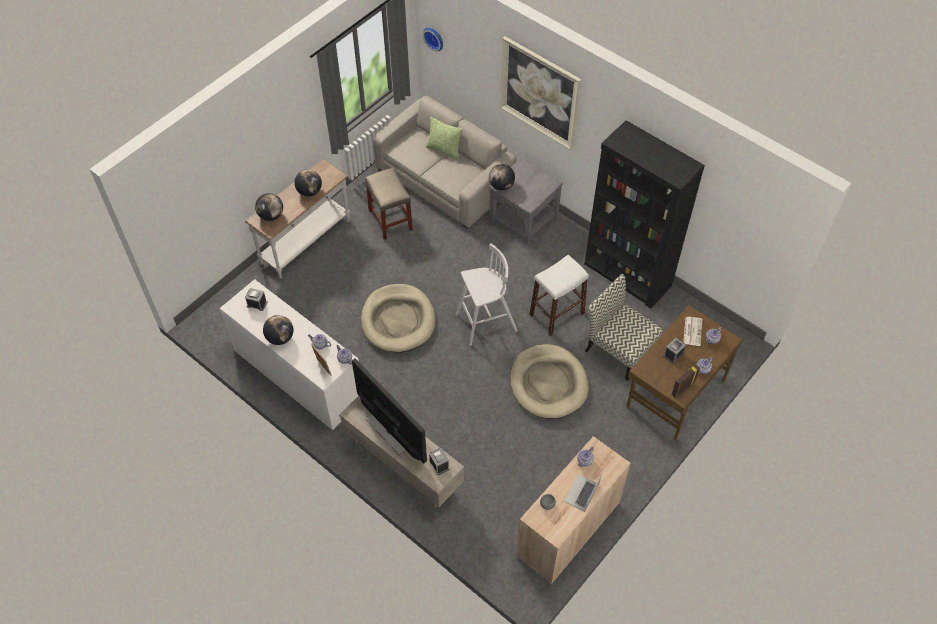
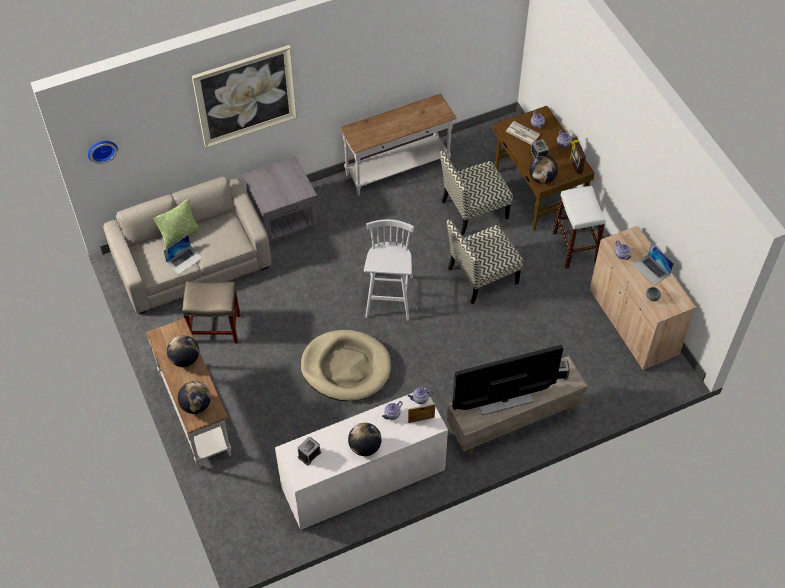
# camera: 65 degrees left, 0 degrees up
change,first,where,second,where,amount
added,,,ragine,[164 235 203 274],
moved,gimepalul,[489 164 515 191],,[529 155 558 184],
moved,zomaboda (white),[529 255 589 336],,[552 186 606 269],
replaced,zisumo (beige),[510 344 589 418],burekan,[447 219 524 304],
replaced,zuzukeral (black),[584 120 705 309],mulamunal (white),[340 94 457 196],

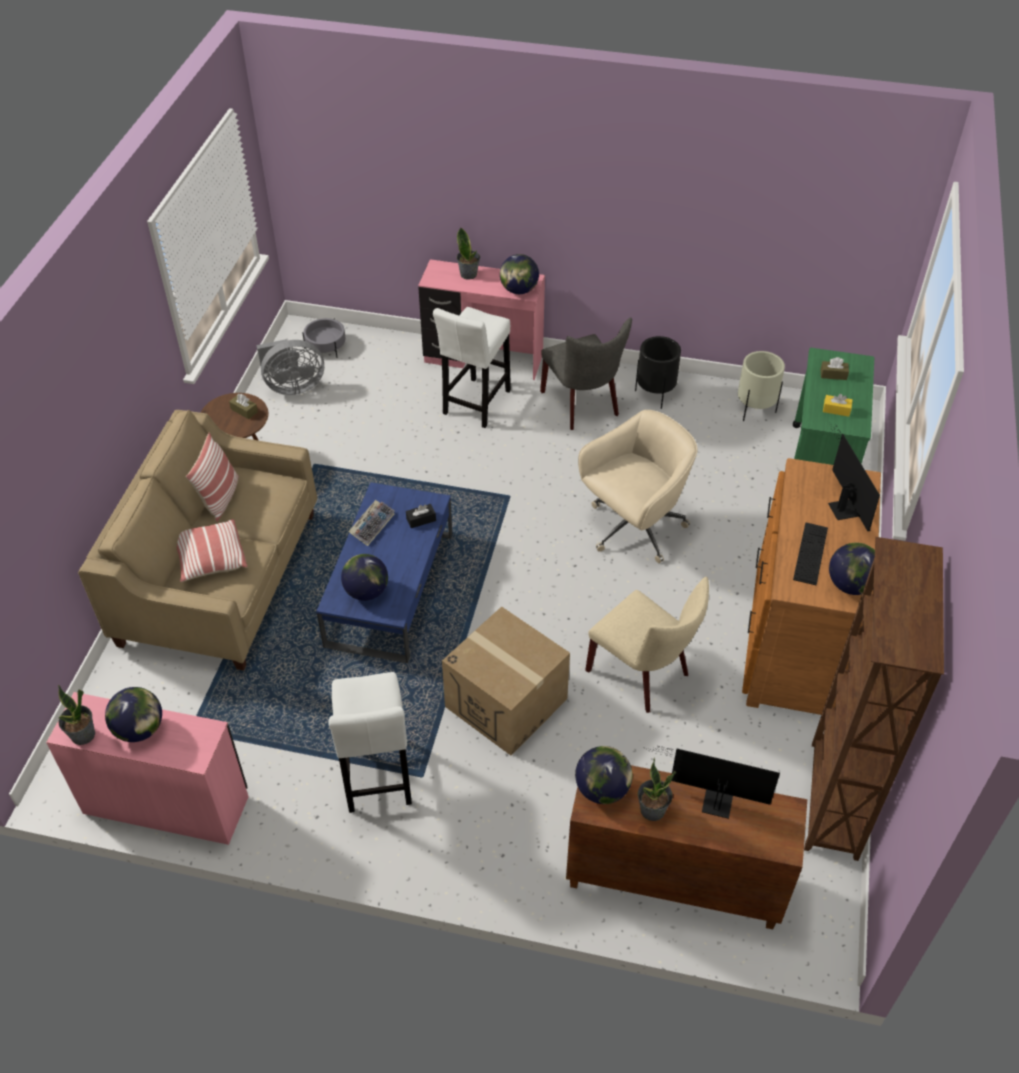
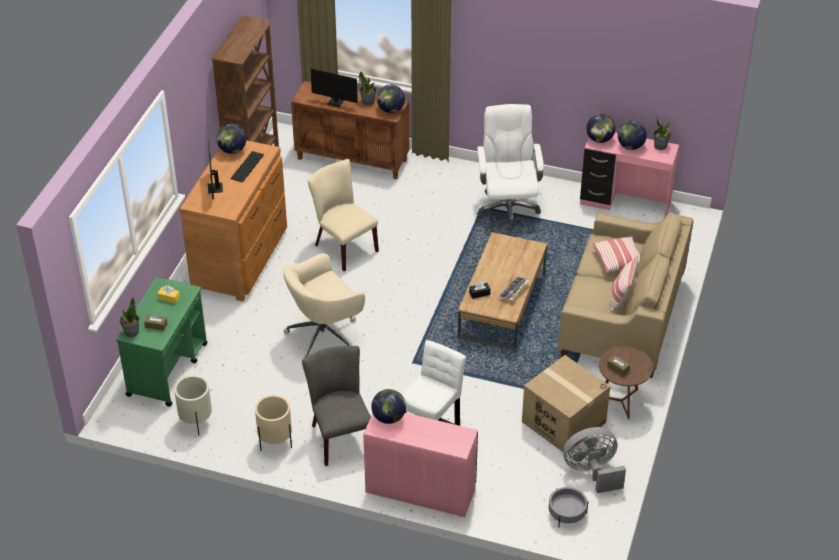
# camera: 175 degrees left, 5 degrees down
change,first,where,second,where,amount
moved,gimepalul,[341 554 388 601],,[587 114 615 143],
moved,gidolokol,[442 607 570 755],,[522 355 610 454],
moved,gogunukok,[457 227 480 280],,[119 298 139 337],
replaced,zomaboda (white),[328 672 412 813],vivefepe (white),[477 104 544 230],
recoloured,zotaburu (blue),[317 482 452 663],zotaburu (brown),[458 232 547 351],
recoloured,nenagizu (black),[635 336 681 409],nenagizu (beige),[255 395 292 451],

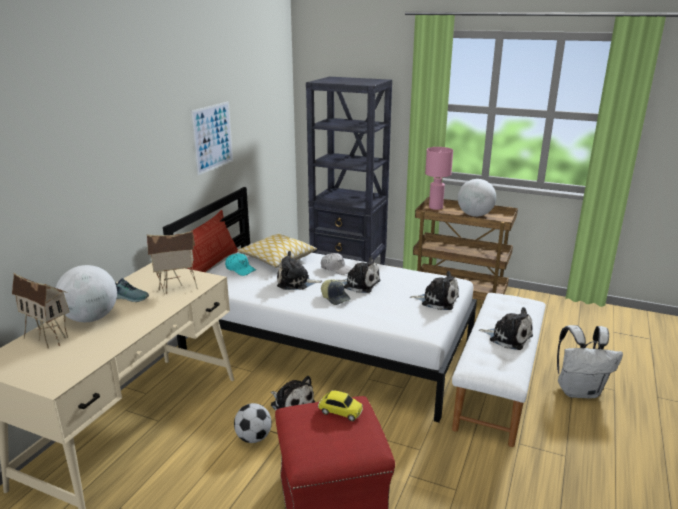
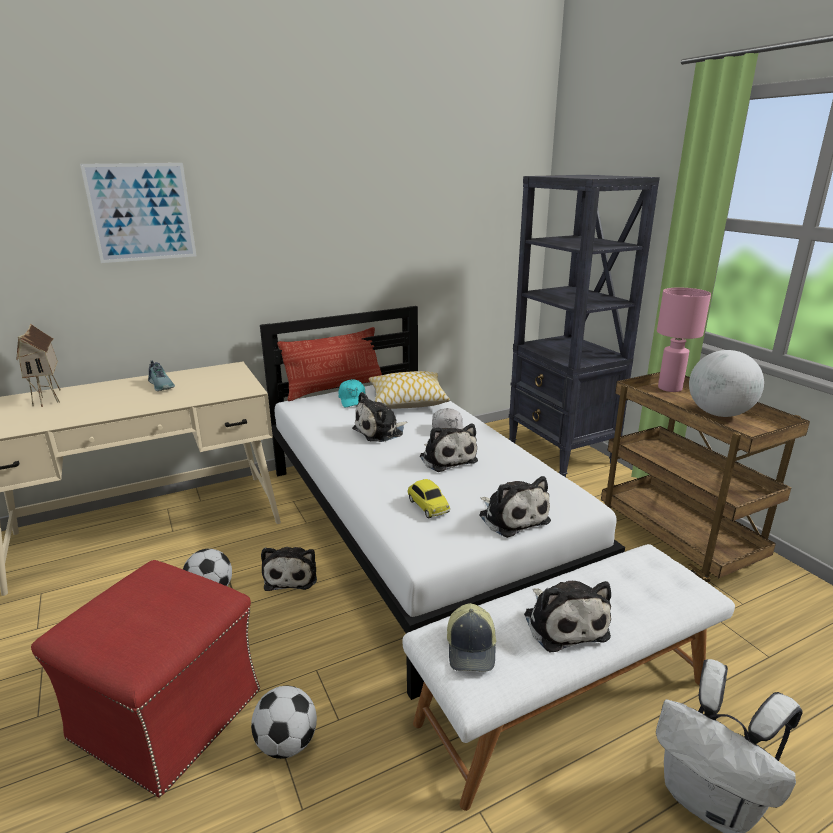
# camera: 40 degrees right, 0 degrees up
change,first,where,second,where,amount
removed,gimepalul,[56 265 117 322],,,
removed,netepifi,[146 231 198 295],,,
added,,,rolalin,[251 686 317 759],
moved,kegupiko,[191 101 233 175],,[80 163 197 263],
moved,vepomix,[318 390 363 421],,[407 479 450 519],
moved,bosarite,[321 279 351 305],,[447 603 496 672],
turned,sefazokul,[277 251 322 290],,[352 392 408 442],75 degrees counterclockwise

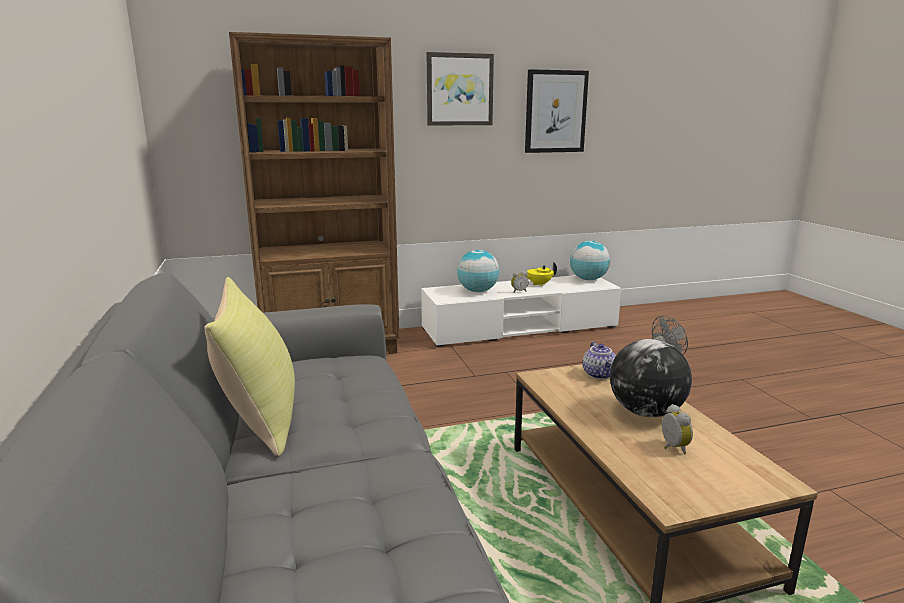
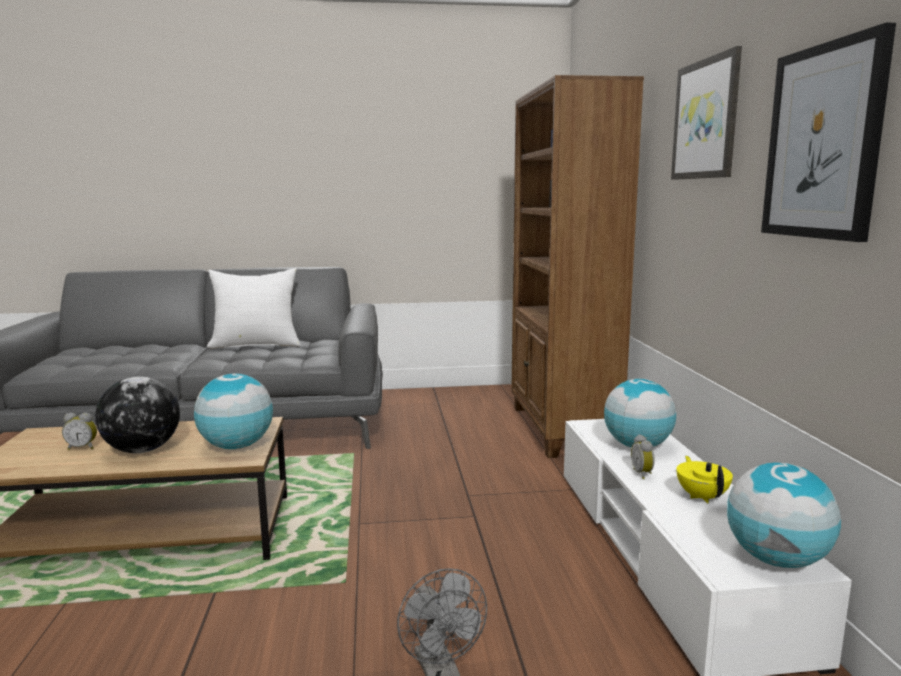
# camera: 100 degrees right, 5 degrees down
change,first,where,second,where,amount
replaced,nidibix,[583 342 616 379],gimepalul,[194 373 273 449],
recoloured,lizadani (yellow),[204 277 295 456],lizadani (white),[207 268 301 349],

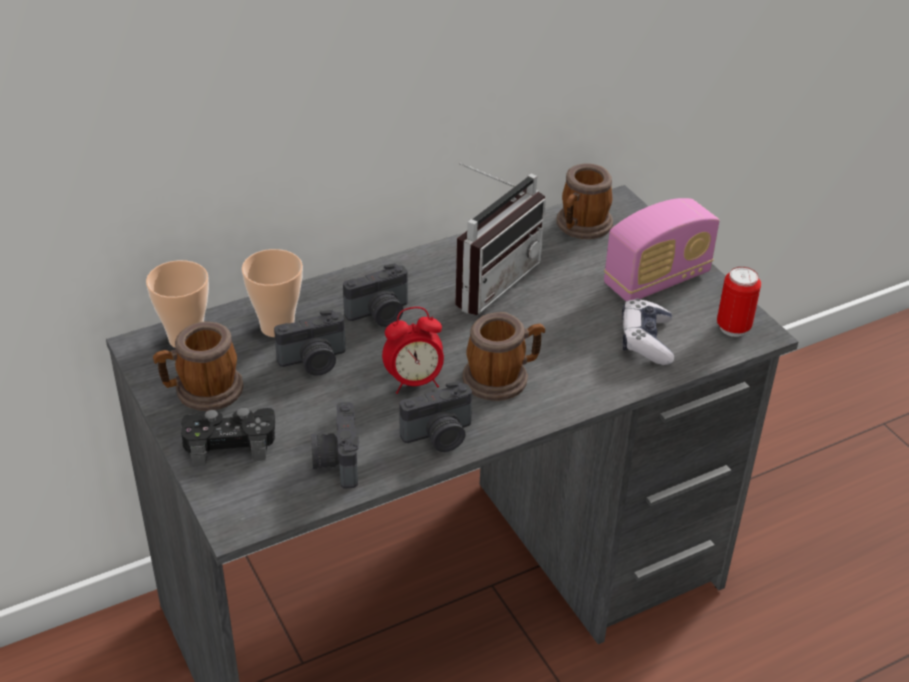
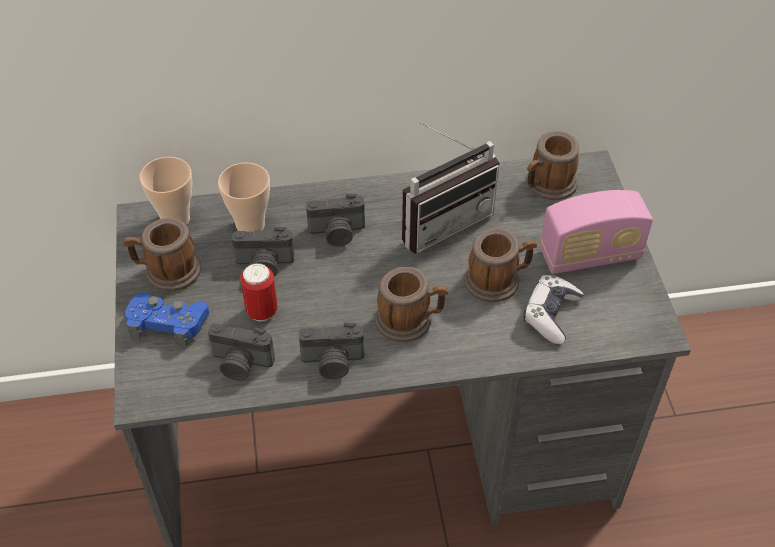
# camera: 20 degrees right, 10 degrees up
change,first,where,second,where,amount
removed,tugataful,[382 307 444 394],,,
added,,,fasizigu,[464 228 537 303],
moved,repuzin,[717 267 761 337],,[240 263 278 321],
recoloured,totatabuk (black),[181 408 275 466],totatabuk (blue),[125 292 209 348],
turned,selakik,[311 402 359 489],,[208 323 275 381],90 degrees counterclockwise

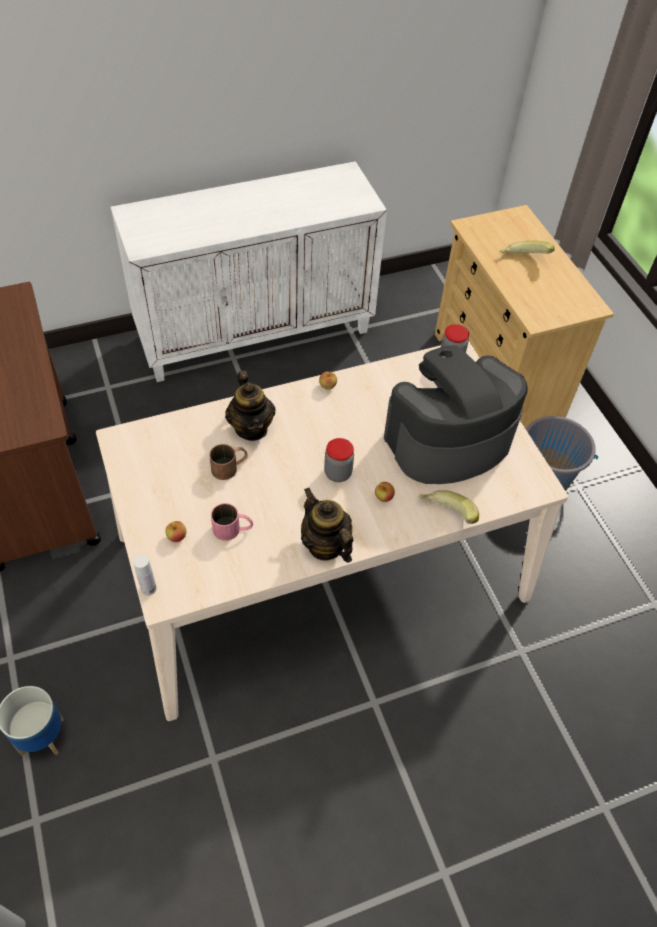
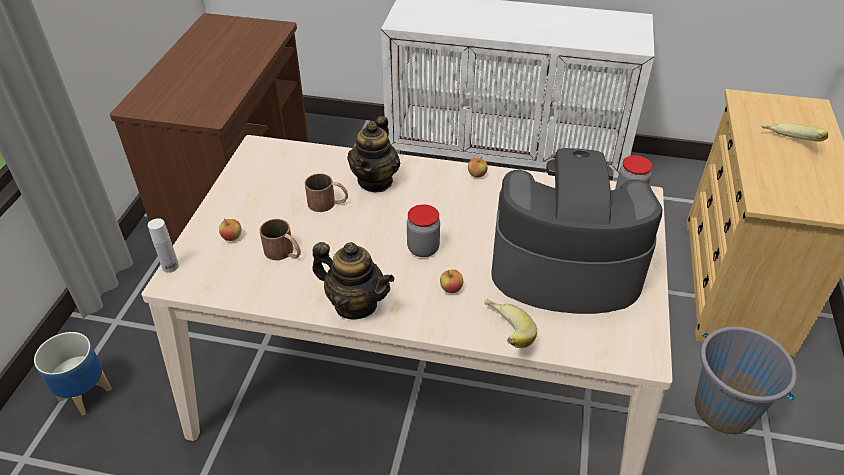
# camera: 35 degrees right, 10 degrees down
change,first,where,second,where,amount
recoloured,fasizigu (pink),[211 503 253 541],fasizigu (brown),[259 219 301 260],
turned,nidibix,[301 488 353 563],,[312 242 394 320],120 degrees clockwise

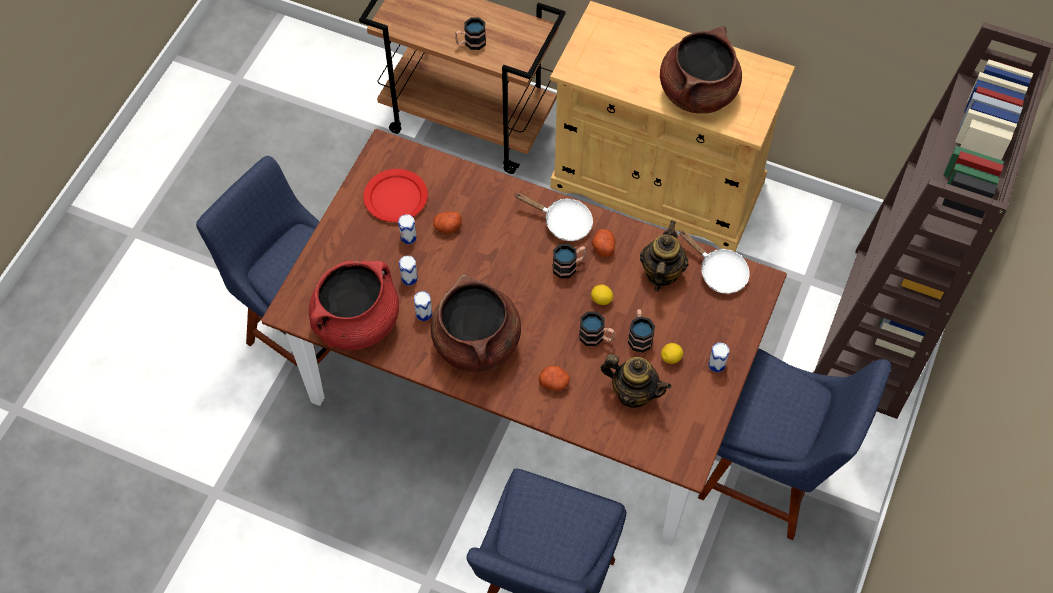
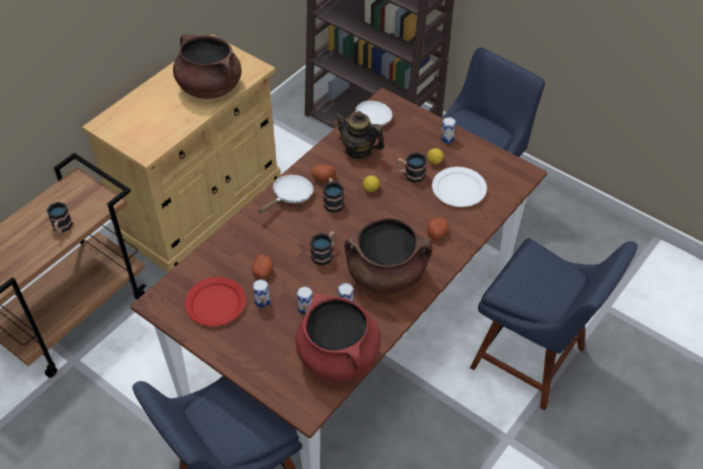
# camera: 75 degrees left, 10 degrees down
change,first,where,second,where,amount
moved,fasizigu,[579 312 615 346],,[310 231 335 266],
replaced,nidibix,[600 354 671 408],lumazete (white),[432 167 487 207],

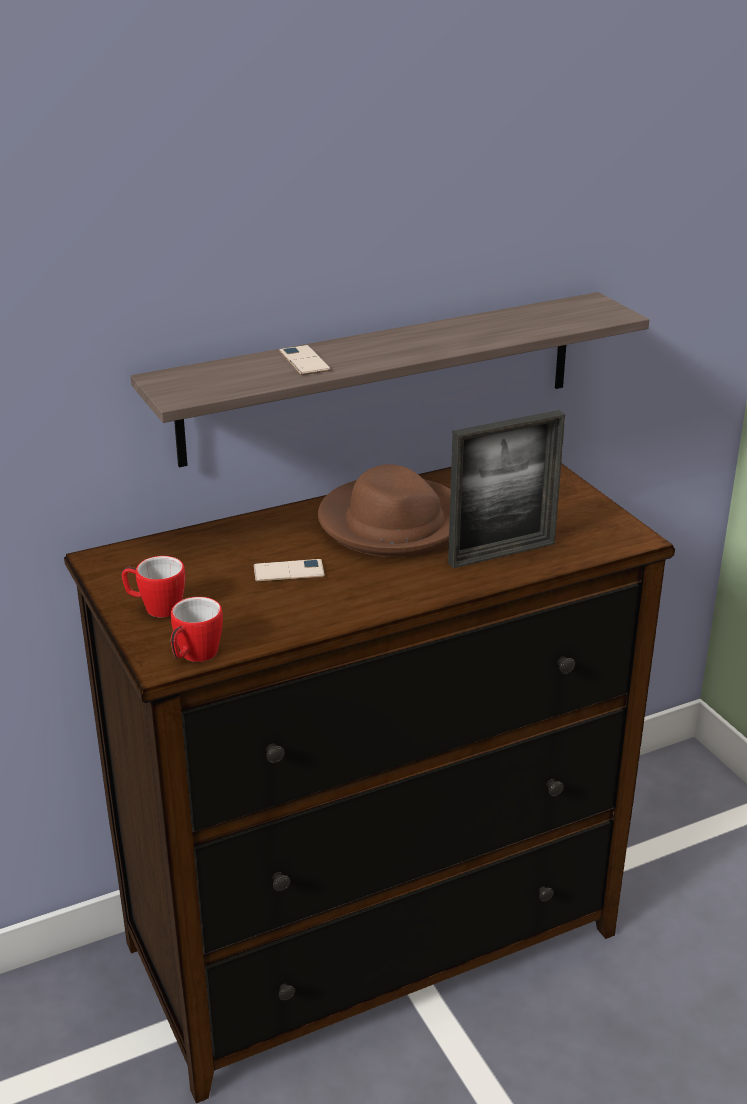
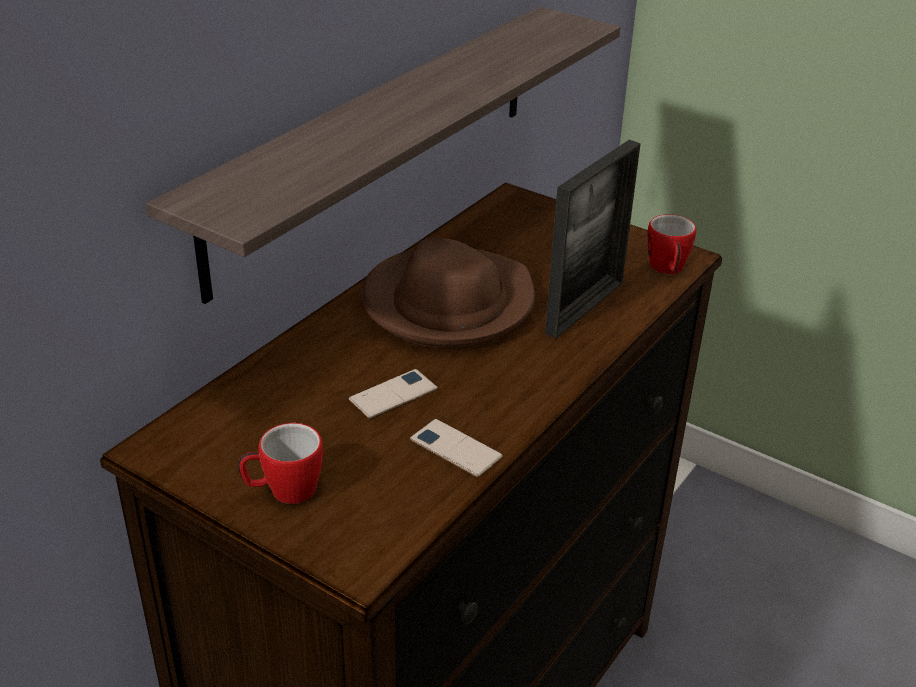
# camera: 30 degrees left, 5 degrees up
change,first,where,second,where,amount
moved,fasizigu,[171 597 223 662],,[647 214 696 274],
moved,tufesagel,[279 345 331 375],,[410 419 503 477],

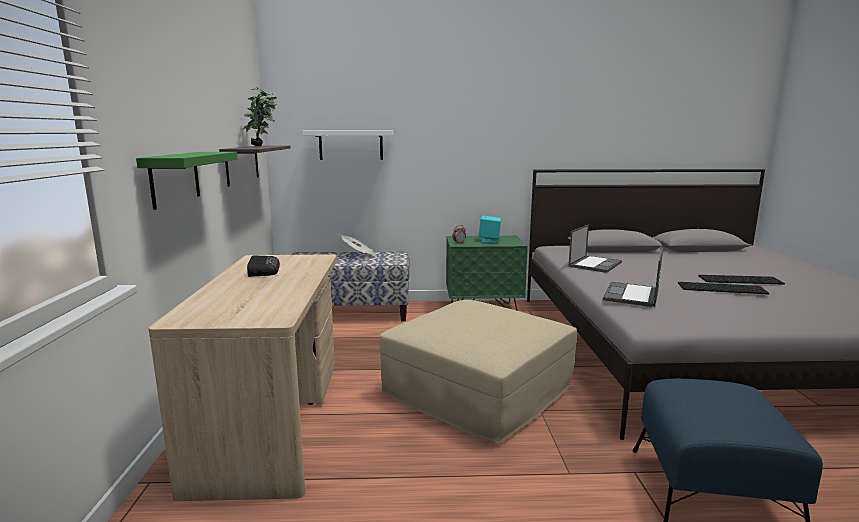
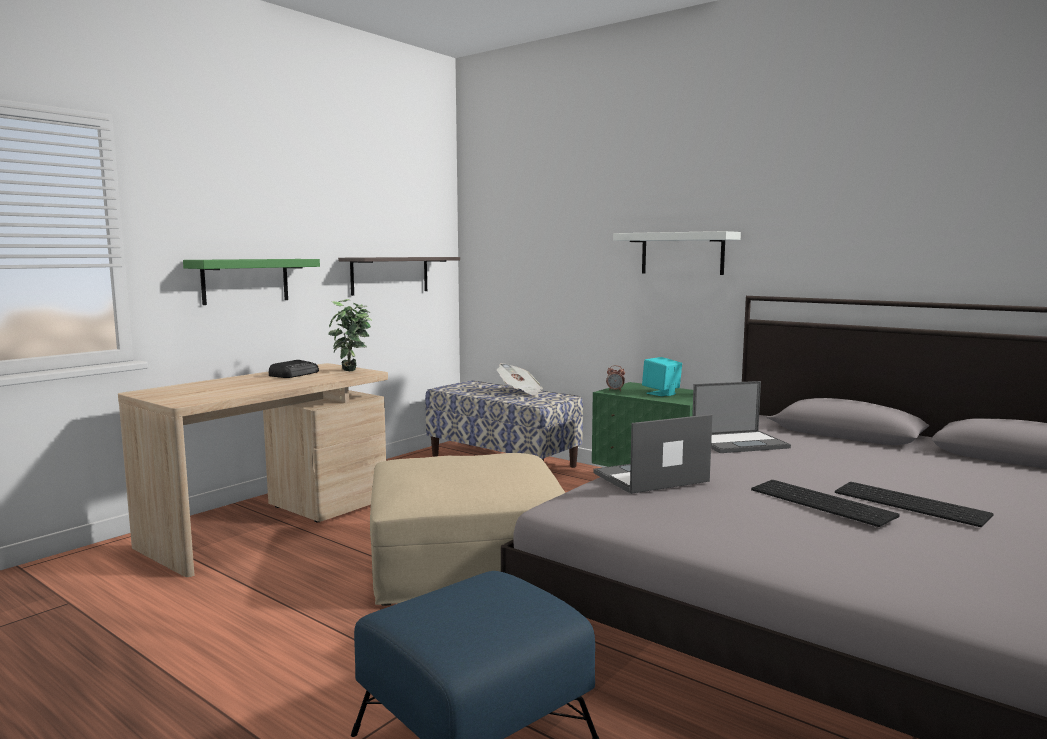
# camera: 40 degrees right, 5 degrees down
change,first,where,second,where,amount
moved,gogunukok,[243 87 277 146],,[328 299 372 371],
moved,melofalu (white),[303 130 393 160],,[613 231 741 275],

